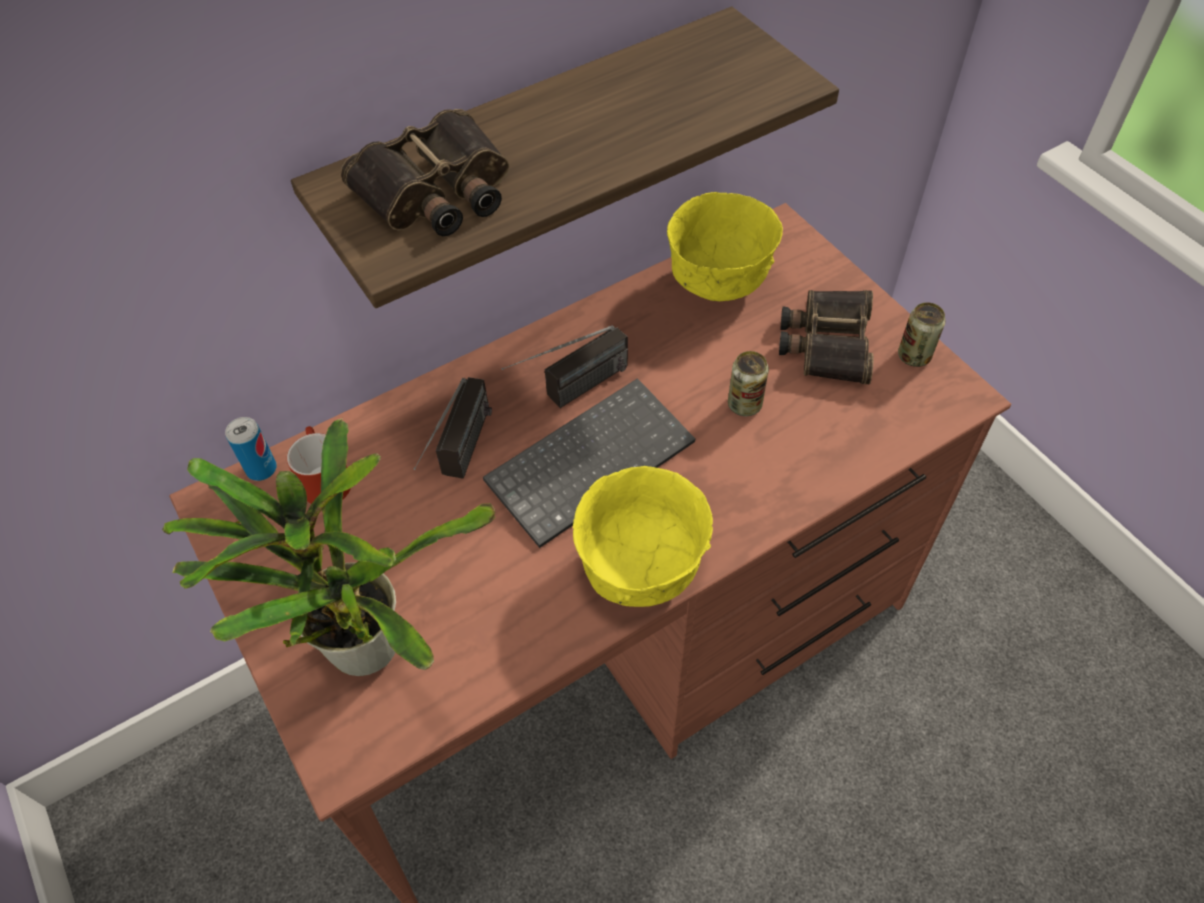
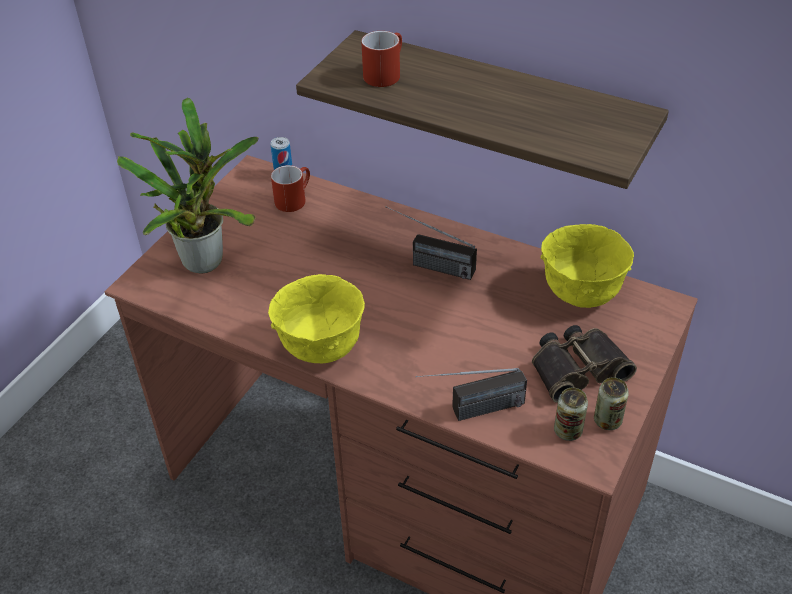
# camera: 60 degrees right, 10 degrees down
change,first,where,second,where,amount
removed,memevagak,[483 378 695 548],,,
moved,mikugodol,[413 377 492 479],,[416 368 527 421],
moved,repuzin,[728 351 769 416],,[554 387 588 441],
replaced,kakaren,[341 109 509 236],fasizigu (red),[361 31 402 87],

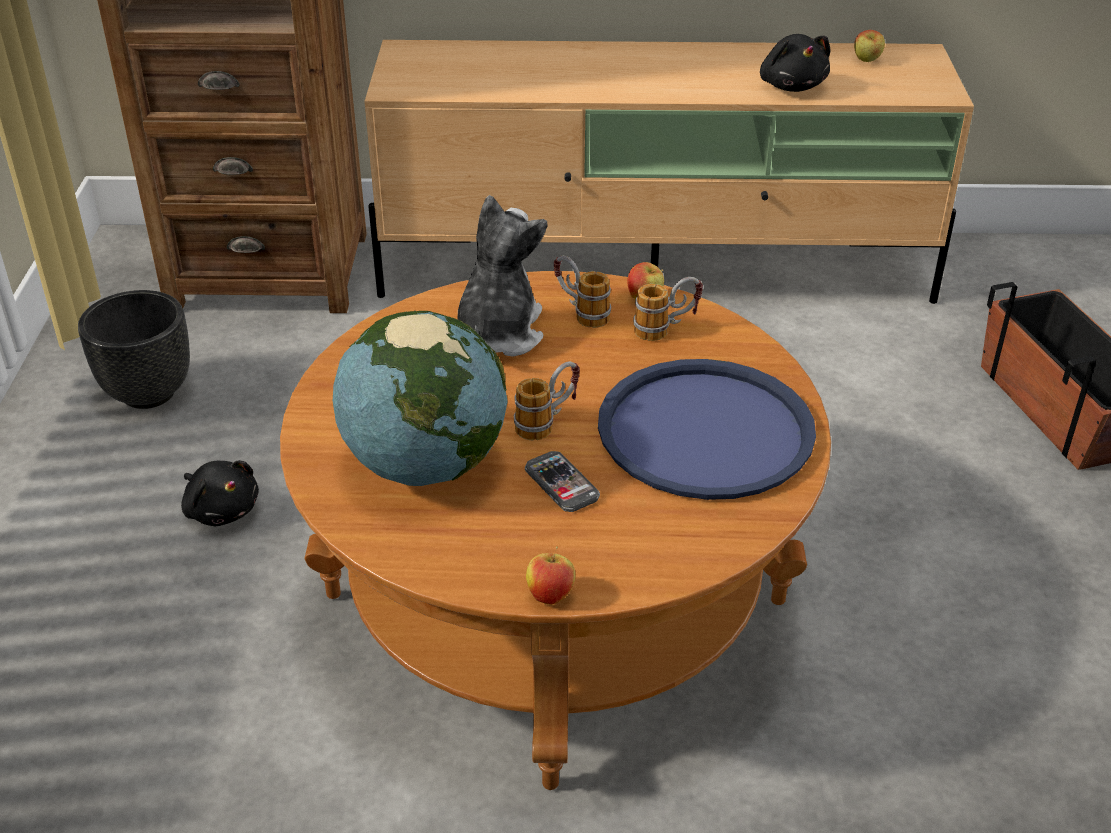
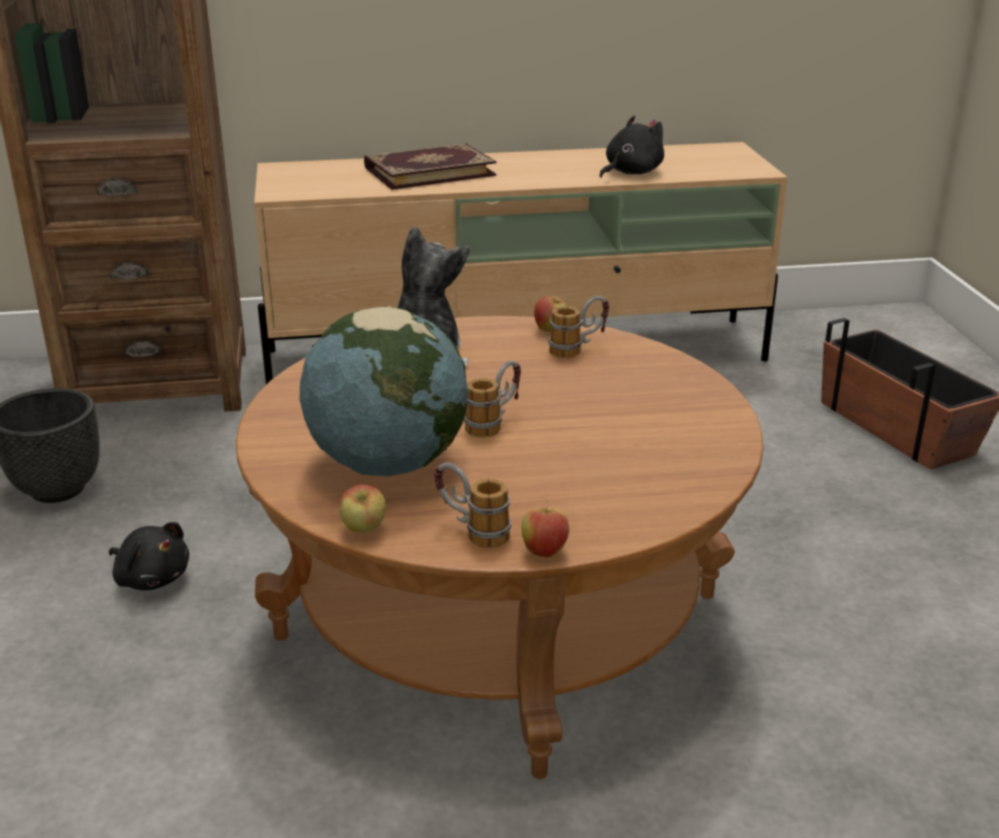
# camera: 10 degrees left, 10 degrees down
change,first,where,second,where,amount
removed,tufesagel,[525 451 600 512],,,
removed,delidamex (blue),[598 359 816 500],,,
added,,,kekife,[364 143 496 190],
moved,fasizigu,[554 256 611 328],,[434 463 511 548],
moved,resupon,[854 30 885 62],,[339 485 386 533],
turned,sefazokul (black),[760 34 831 92],,[600 116 664 178],105 degrees counterclockwise

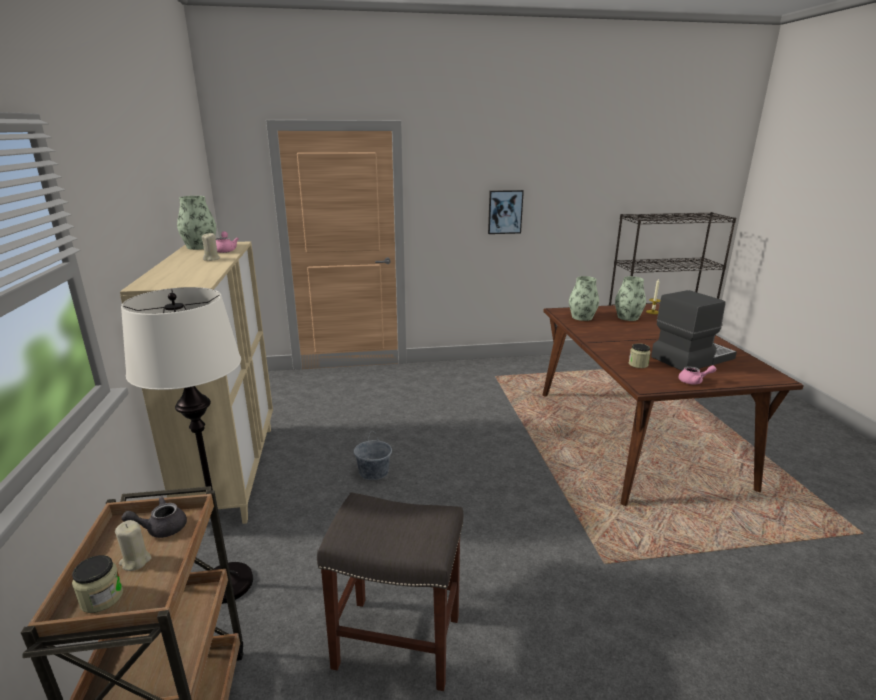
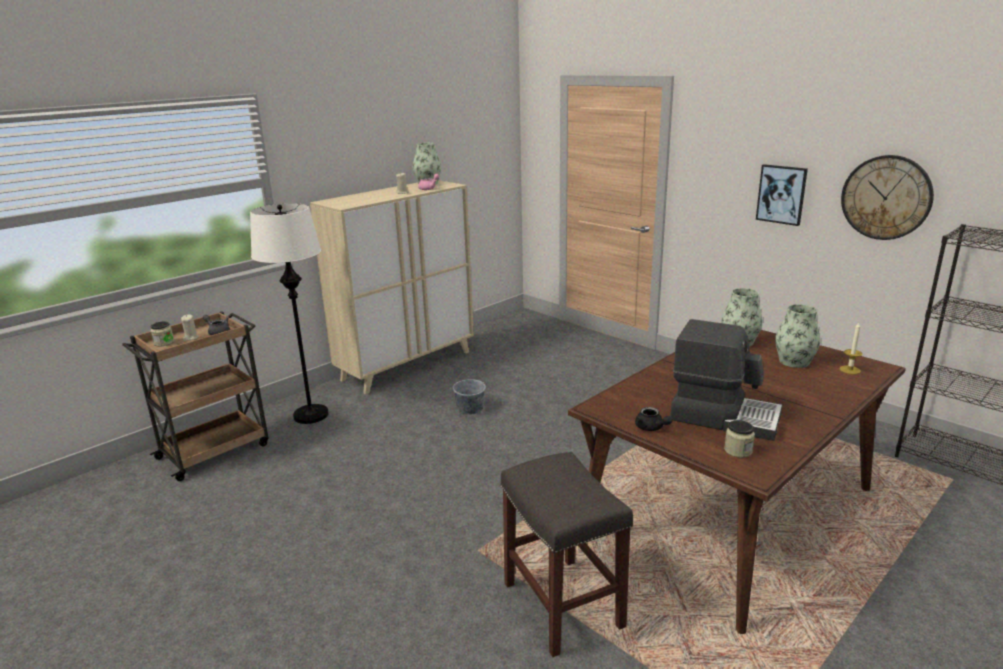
# camera: 55 degrees right, 0 degrees up
change,first,where,second,where,amount
added,,,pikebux,[841 155 934 240],
moved,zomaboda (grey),[317 492 463 691],,[501 452 633 657],
moved,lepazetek,[629 343 650 368],,[724 420 755 458],
recoloured,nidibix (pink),[679 365 716 385],nidibix (black),[635 407 672 431],

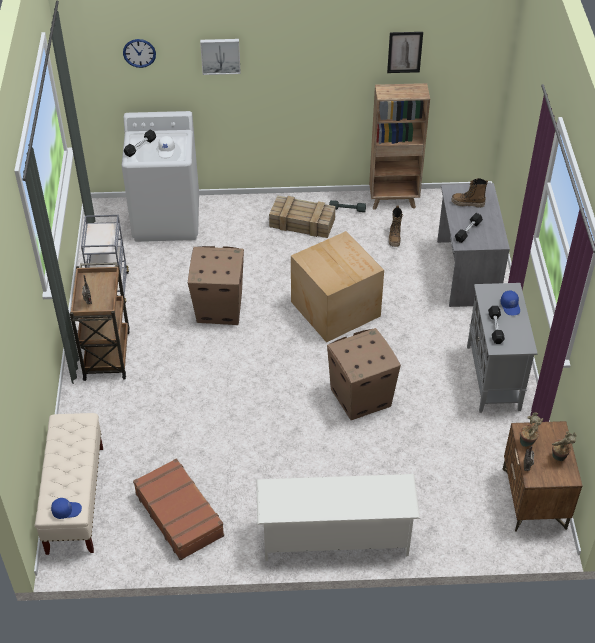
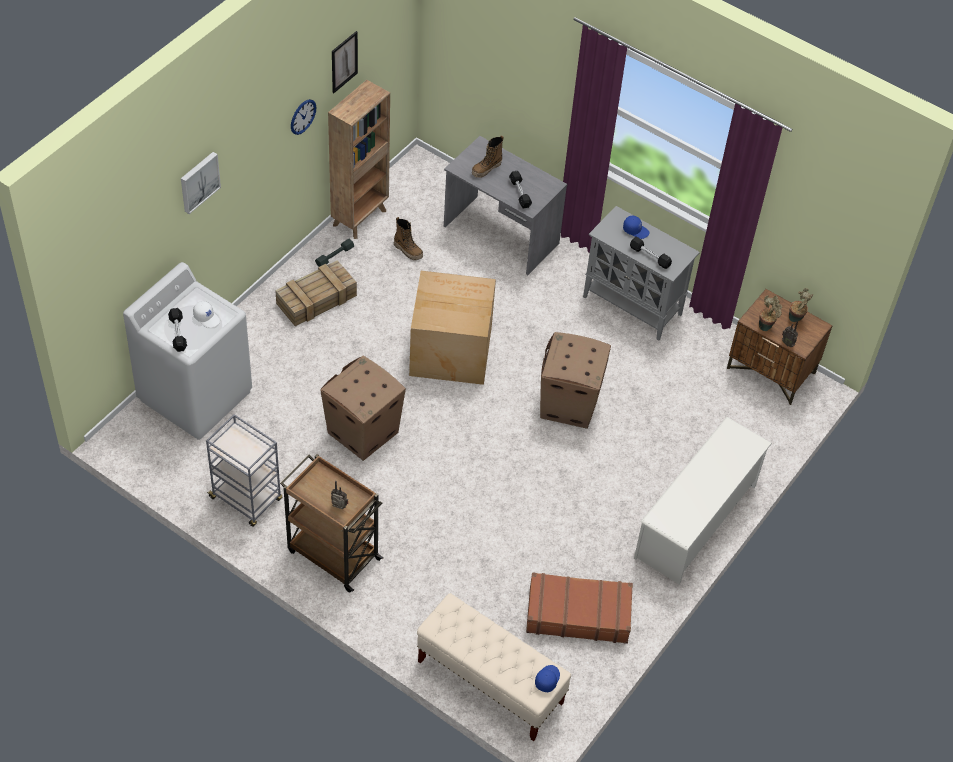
# camera: 55 degrees left, 5 degrees up
change,first,where,second,where,amount
moved,pikebux,[123 39 156 68],,[291 99 317 135],

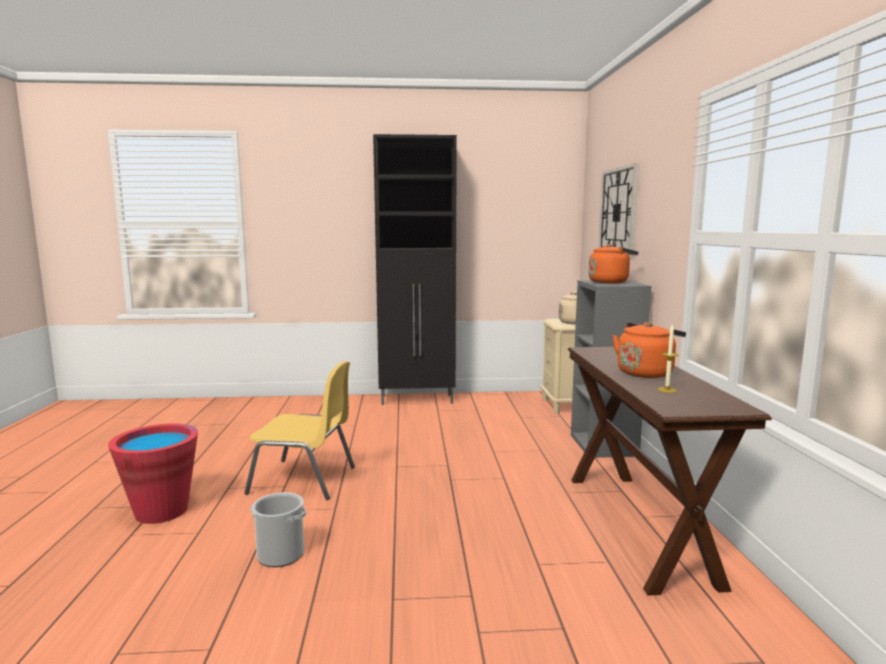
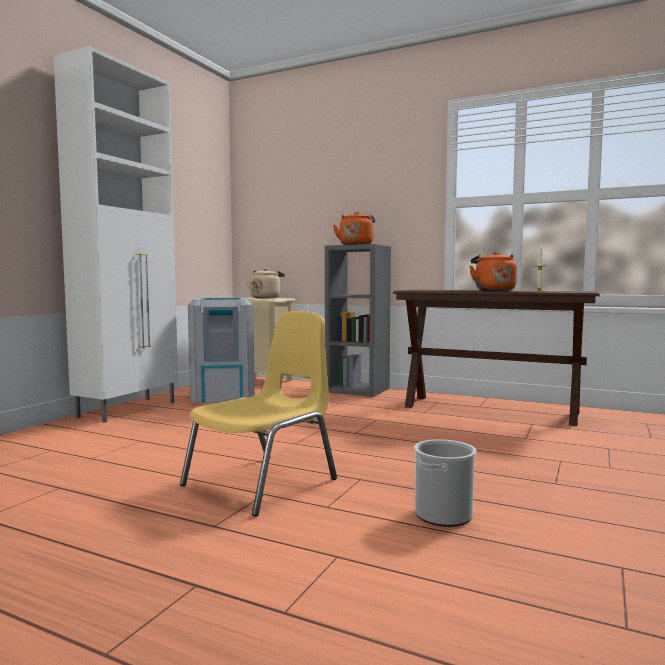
# camera: 60 degrees left, 5 degrees down
change,first,where,second,where,amount
removed,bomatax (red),[108 424 198 524],,,
removed,pikebux,[598 163 639 259],,,
added,,,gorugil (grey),[188 298 255 403],
recoloured,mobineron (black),[373 134 457 405],mobineron (white),[53 46 178 423],

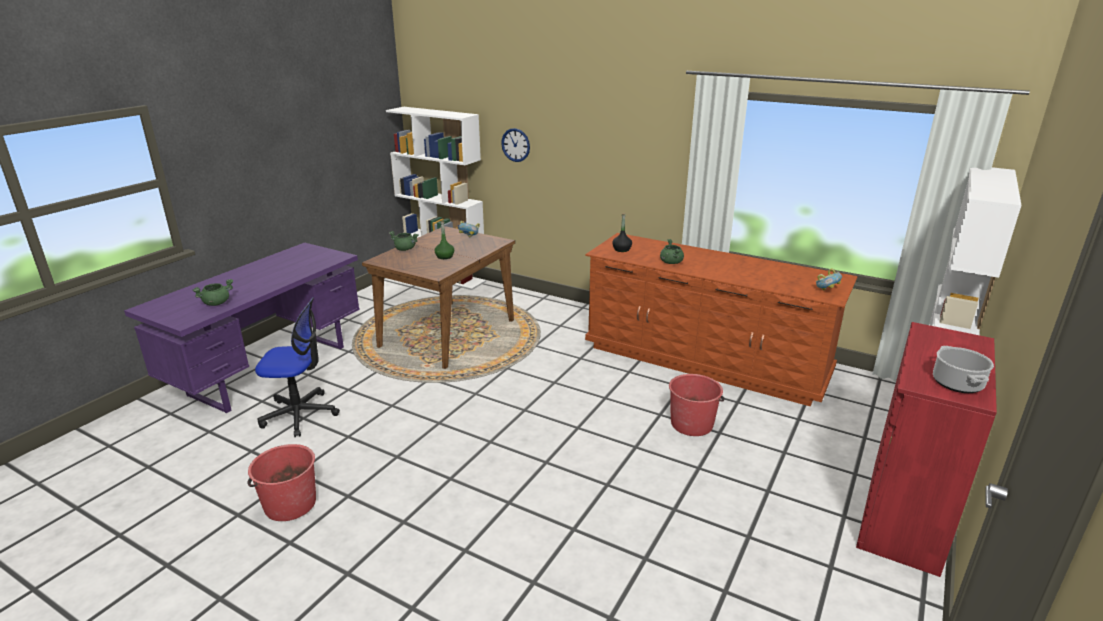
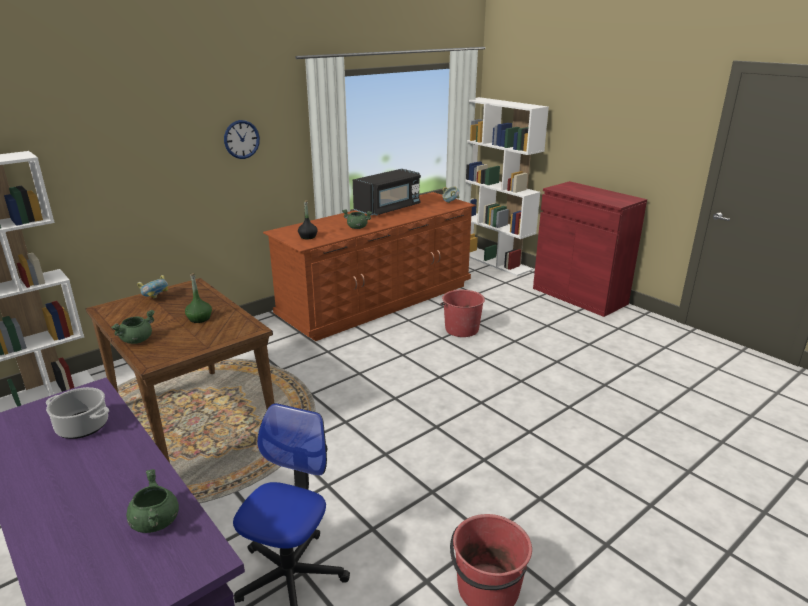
# camera: 70 degrees left, 0 degrees up
change,first,where,second,where,amount
added,,,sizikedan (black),[353 169 421 215],
moved,pikebux,[501 128 530 162],,[224 120 260 159],
moved,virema,[933 346 994 393],,[46 387 109 439],

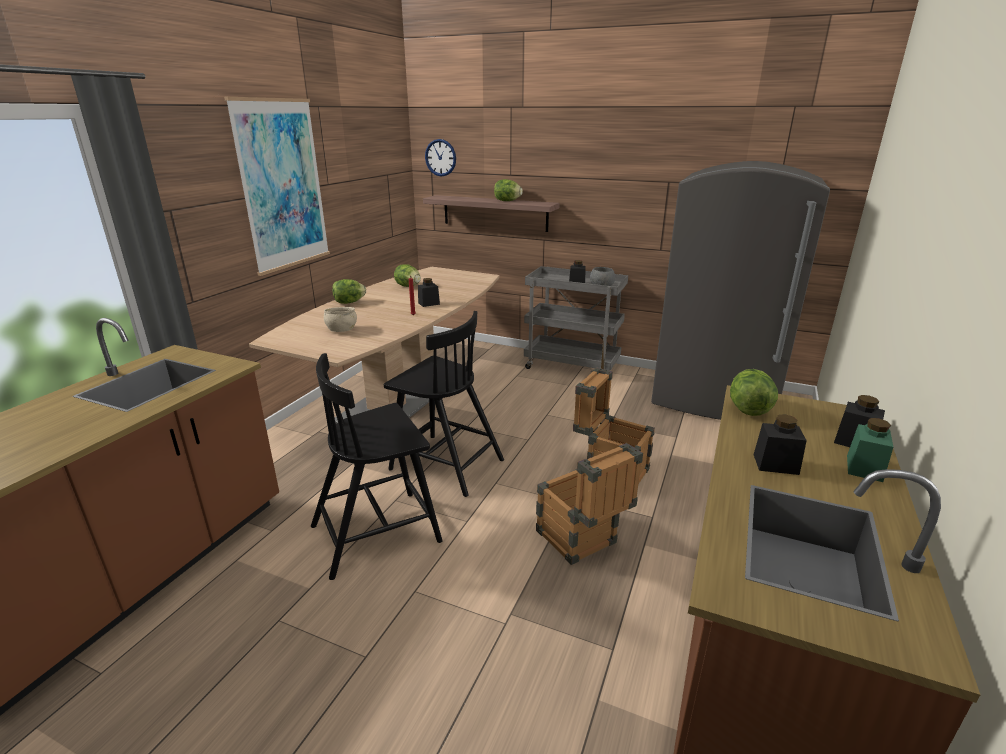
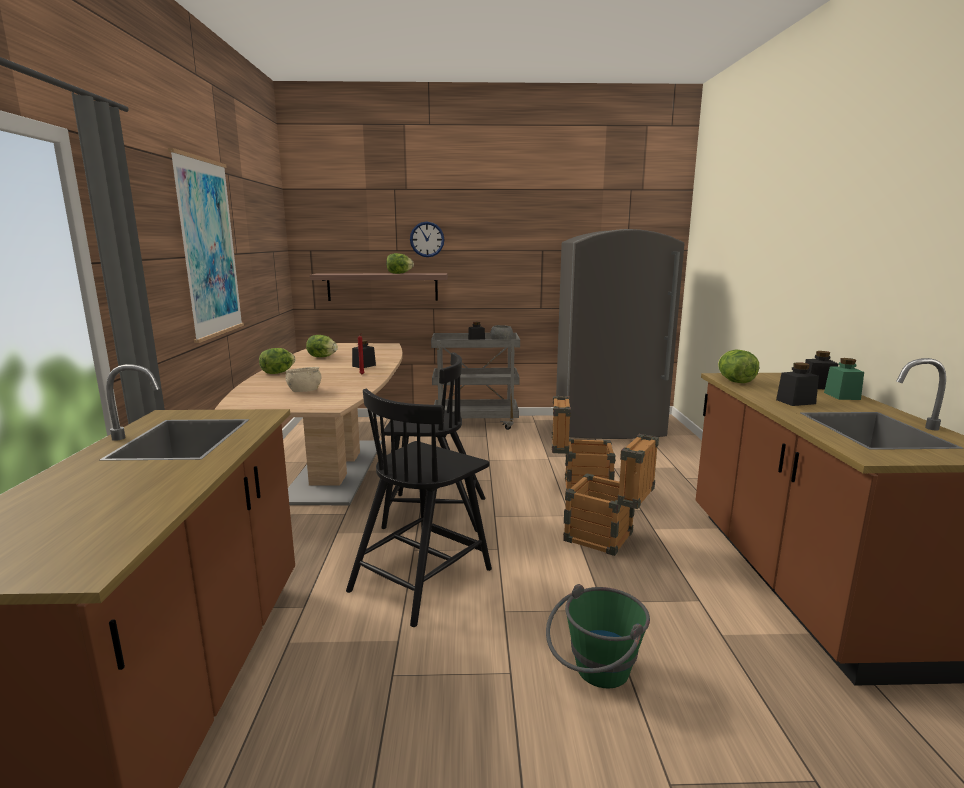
# camera: 25 degrees left, 10 degrees down
change,first,where,second,where,amount
added,,,bomatax (green),[546 584 650 688],
moved,pikebux,[425 139 456 176],,[410 222 445 257],

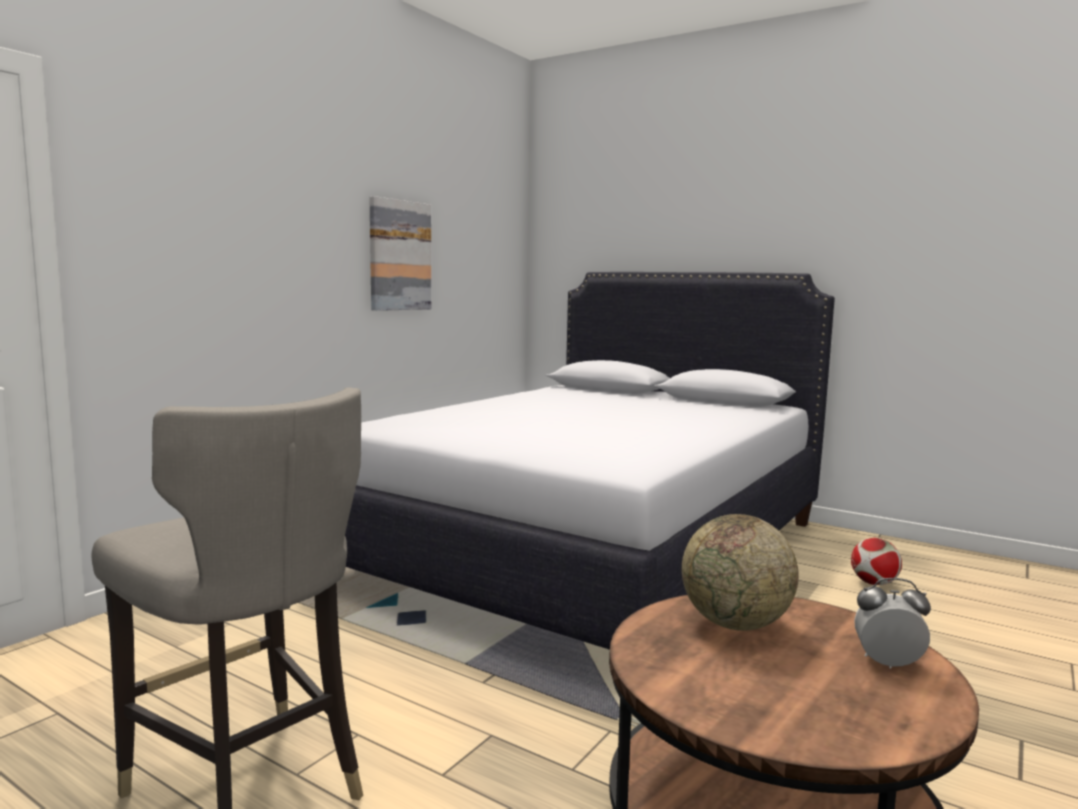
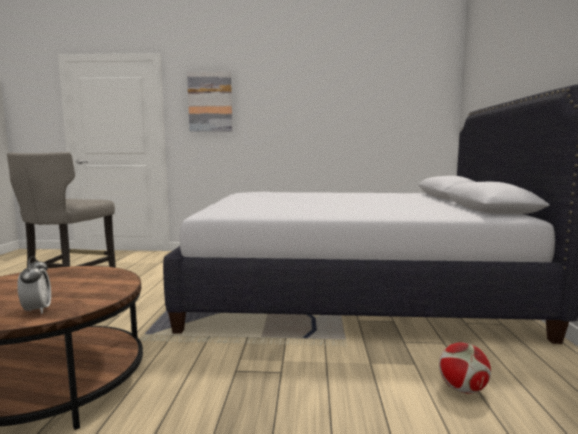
# camera: 60 degrees right, 0 degrees up
change,first,where,second,where,amount
removed,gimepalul,[682 514 799 631],,,
moved,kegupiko,[370 196 431 311],,[187 71 232 132],

